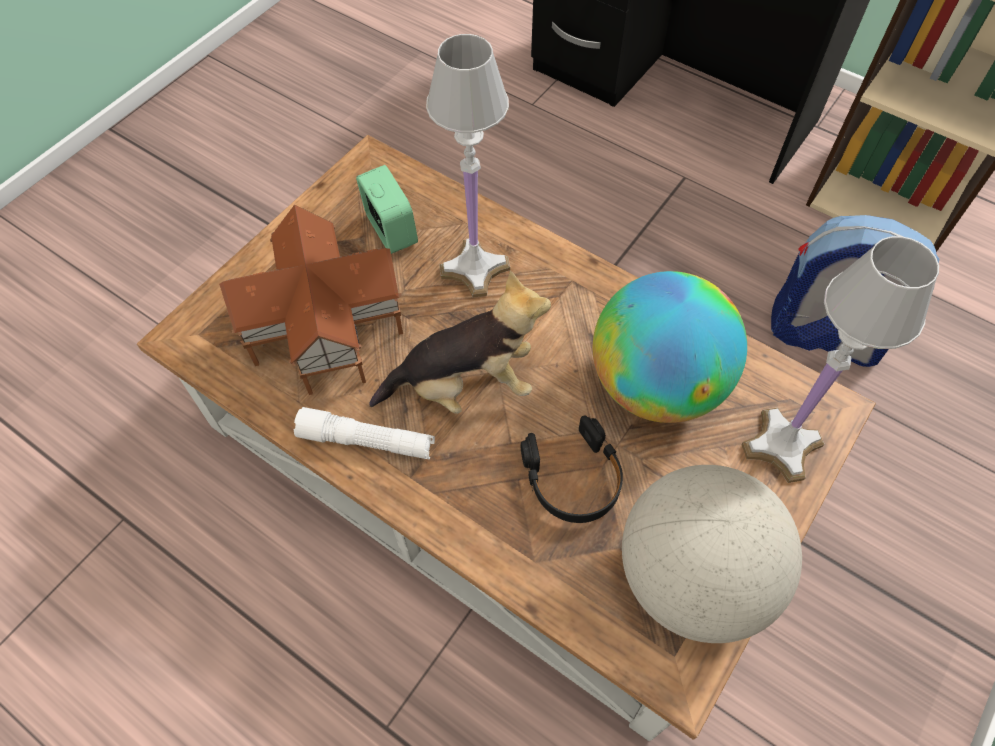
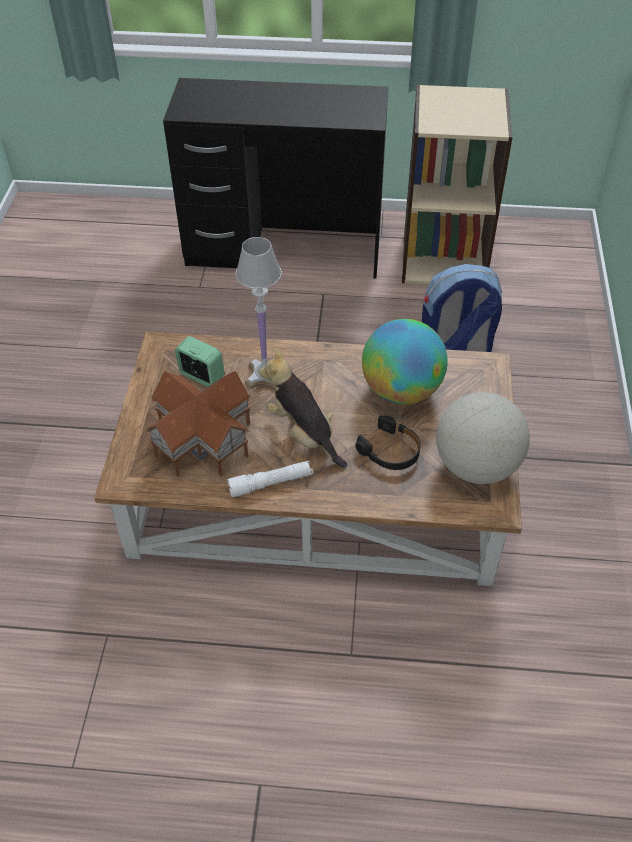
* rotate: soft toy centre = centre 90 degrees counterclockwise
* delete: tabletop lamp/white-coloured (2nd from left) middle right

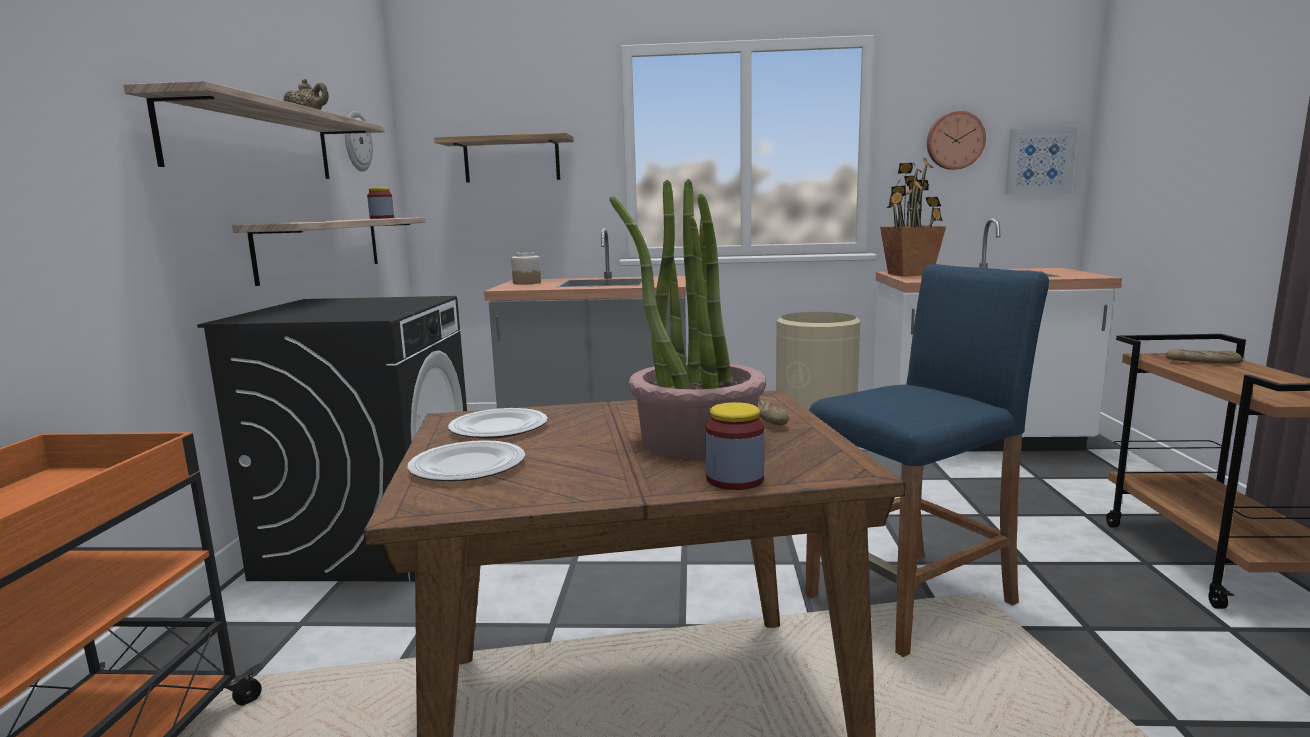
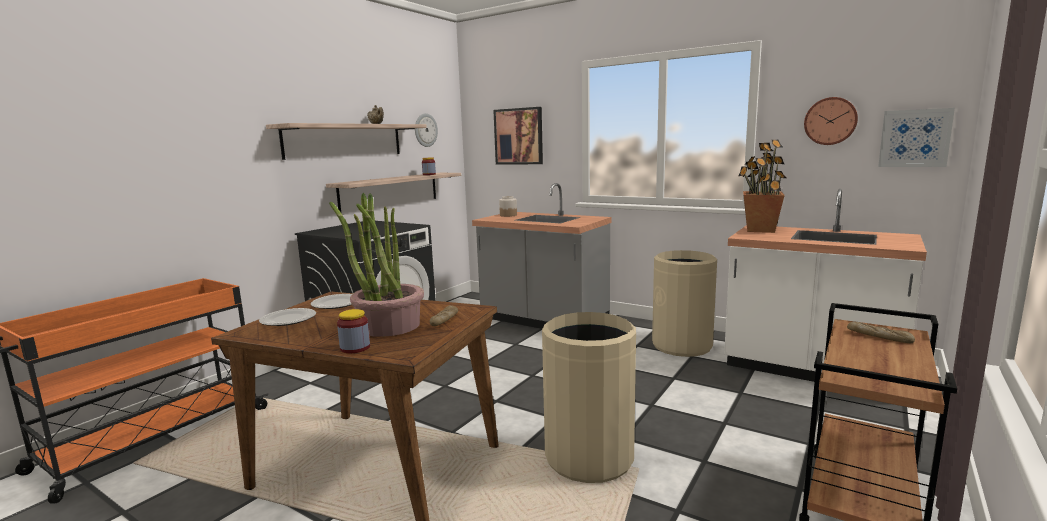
* replace: shelf (3rd from left) top centre to picture (1st from left) top centre
* replace: sitting stool/blue middle right to waste bin/beige-coloured (1st from left) bottom centre

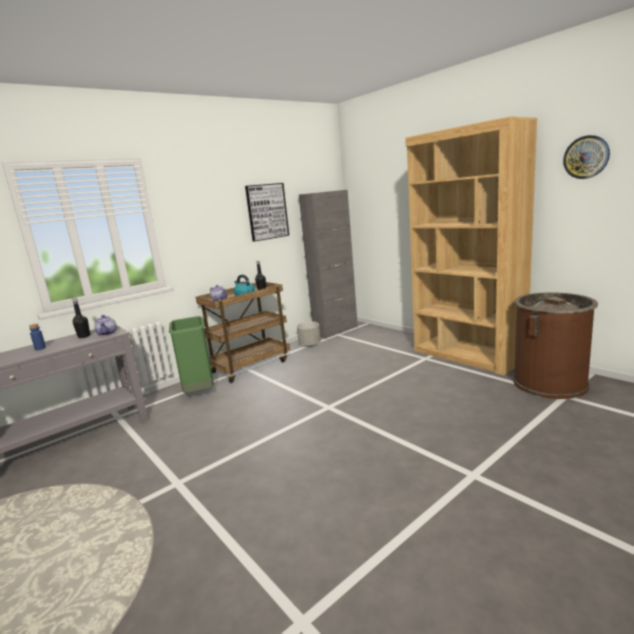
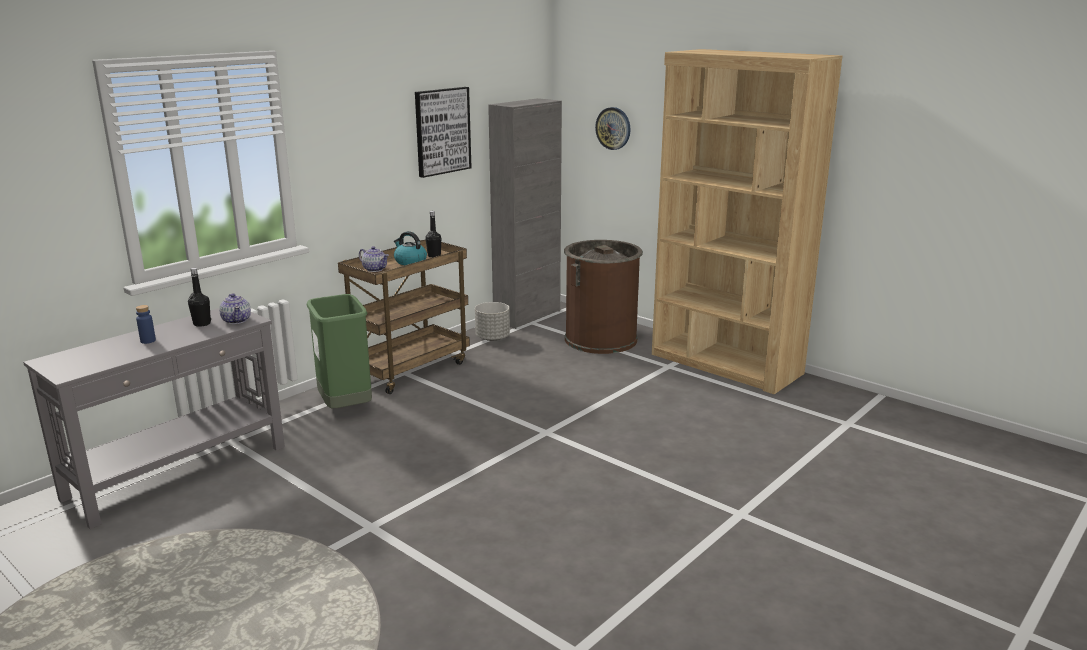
* move: waste bin/brown-coloured middle right to centre
* move: hanging clock top right to top centre

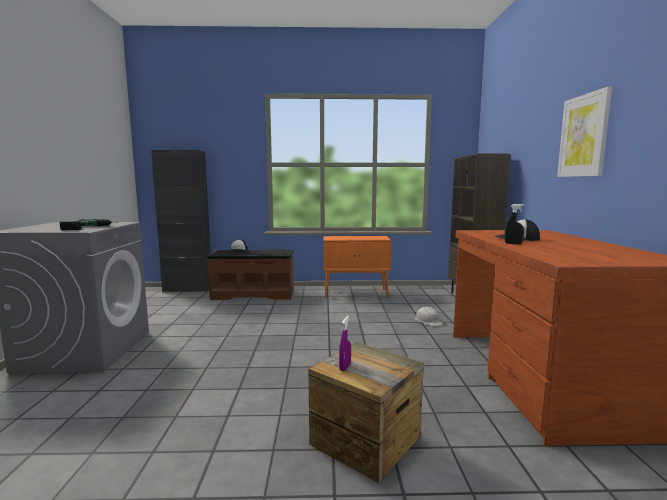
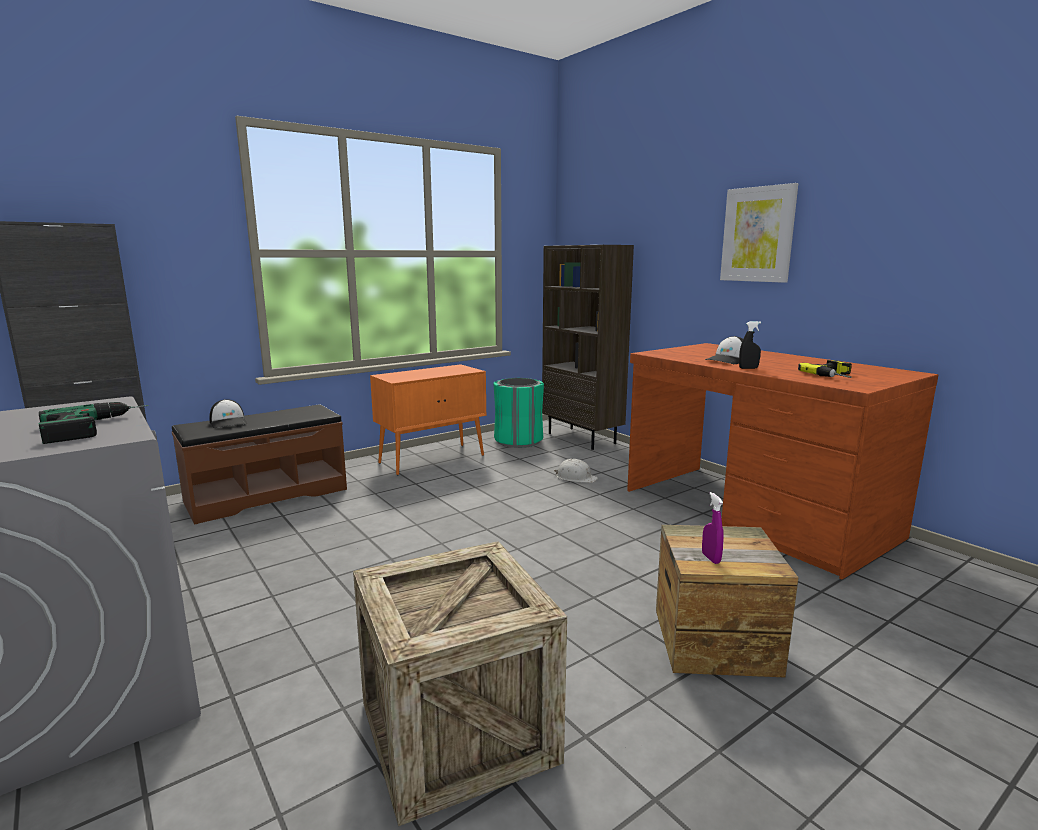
* insert: shipping crate (1st from left) bottom centre
* insert: waste bin/green centre
* insert: power drill (2nd from left) middle right

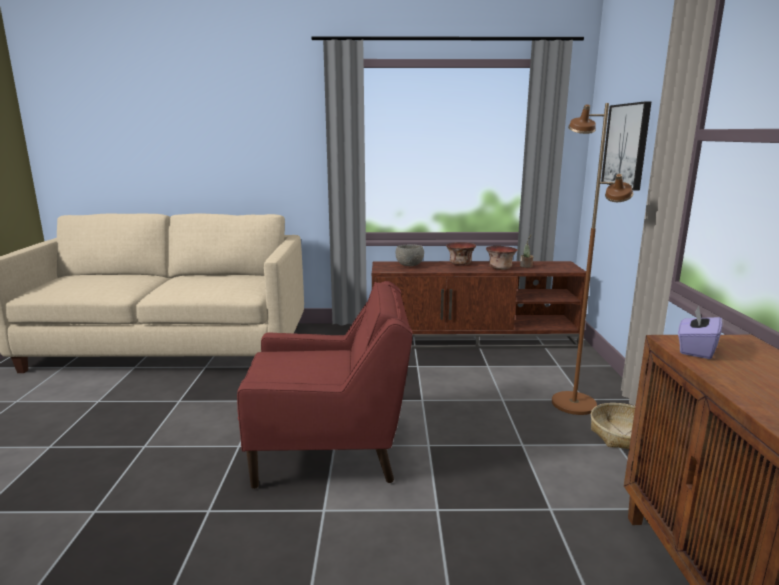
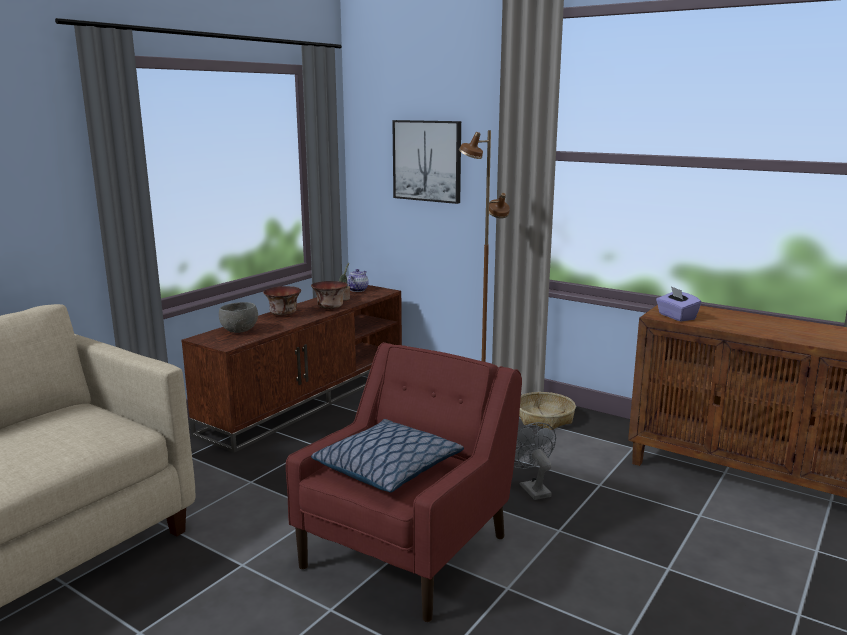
* insert: pillow bottom centre
* insert: pot for tea centre
* insert: fan/gray bottom centre

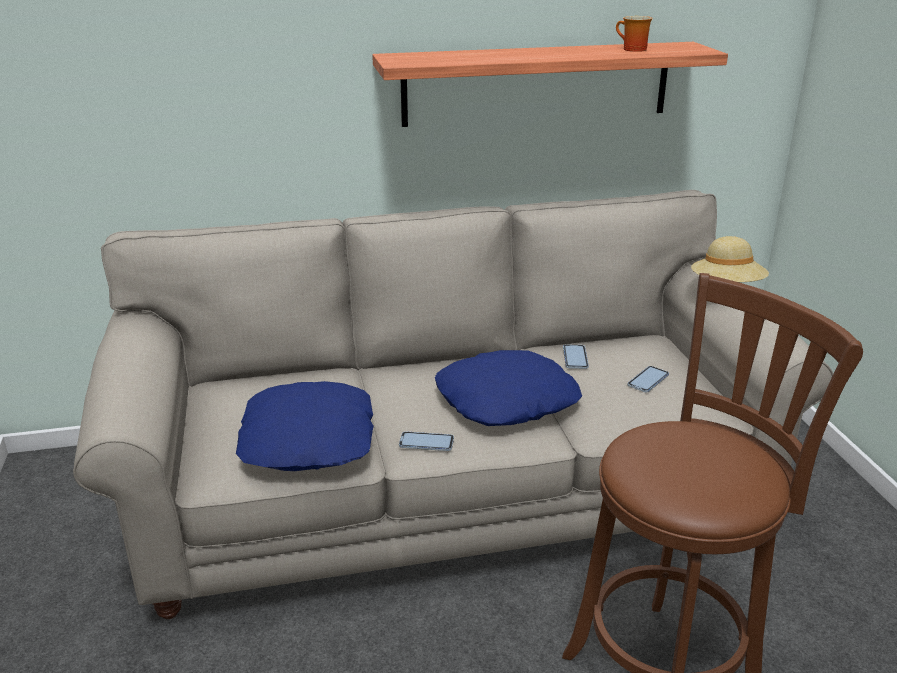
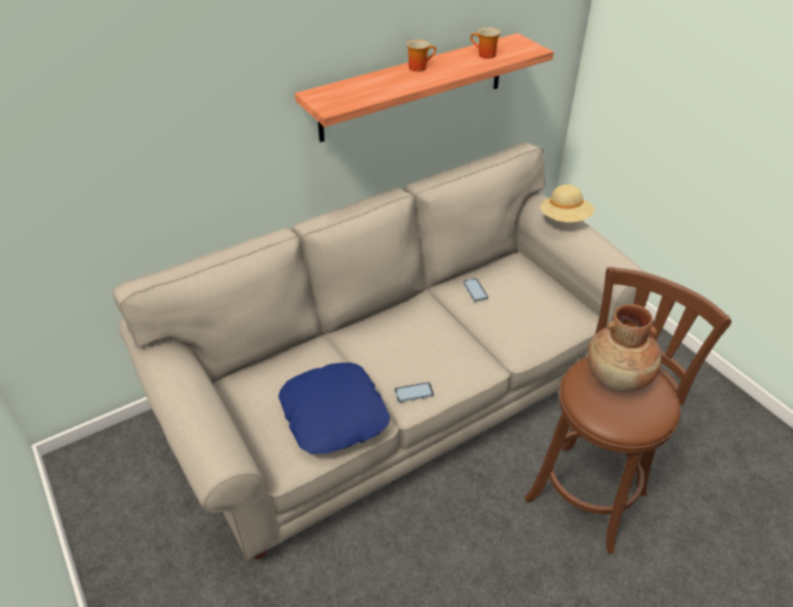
* insert: tea mug (1st from left) top centre
* insert: flower vase/brown-coloured middle right
* delete: pillow/blue (2nd from left) centre
* delete: handset (3rd from left) middle right

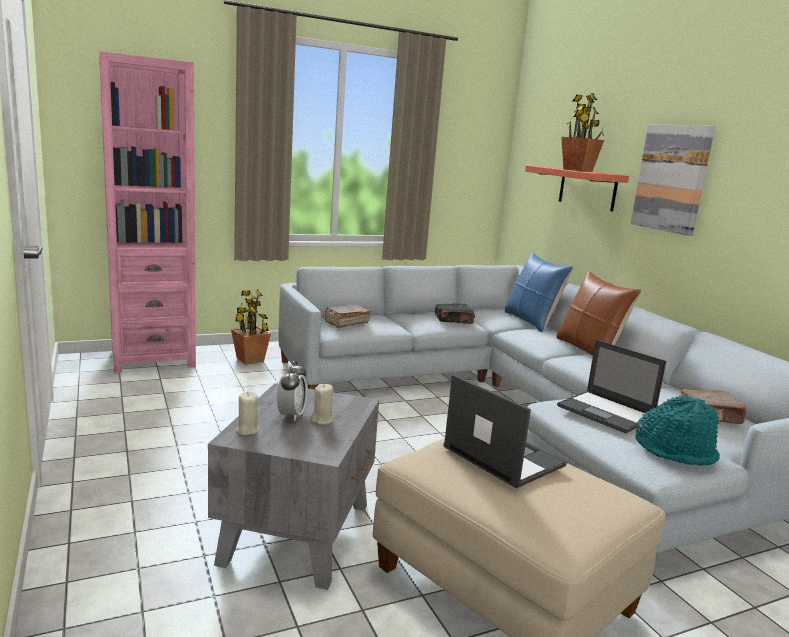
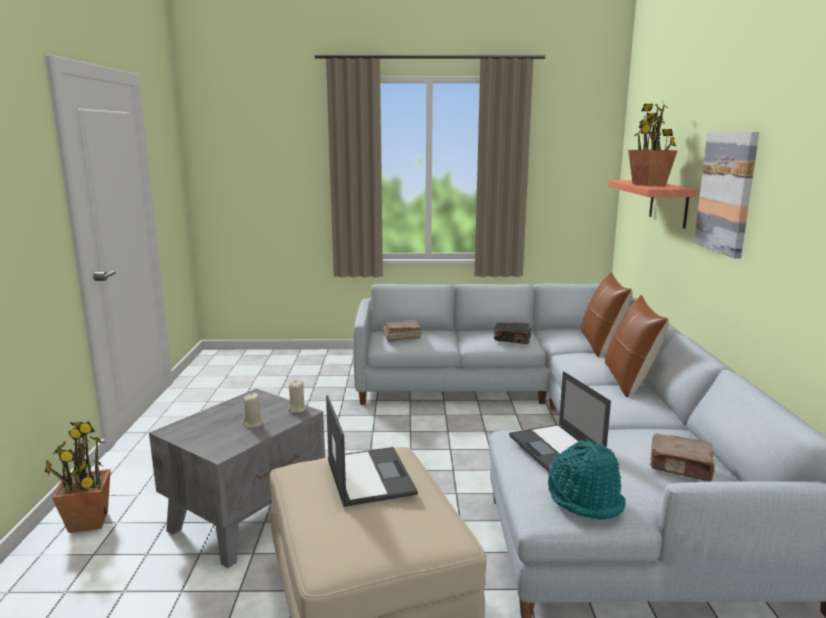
* move: potted plant (1st from left) middle left to bottom left
* move: candle/beige-coloured (1st from left in the first image) middle left to candle/beige-coloured (2nd from left) centre
* recolor: pillow/blue middle right to pillow/brown-coloured (1st from left) middle right
* delete: bookshelf/pink top left
* delete: bedside clock centre

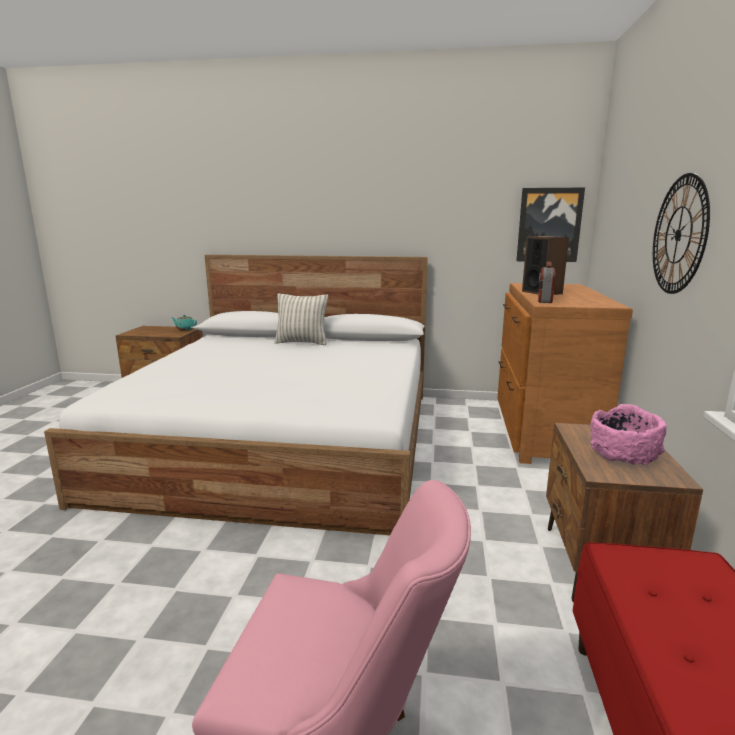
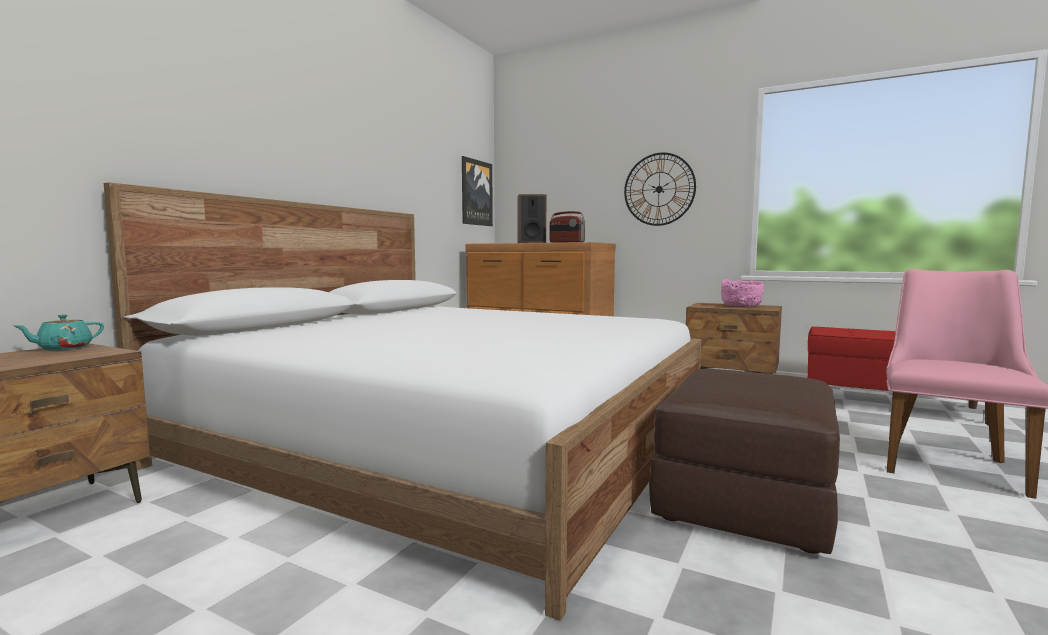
* insert: ottoman/brown-coloured bottom right
* delete: pillow centre

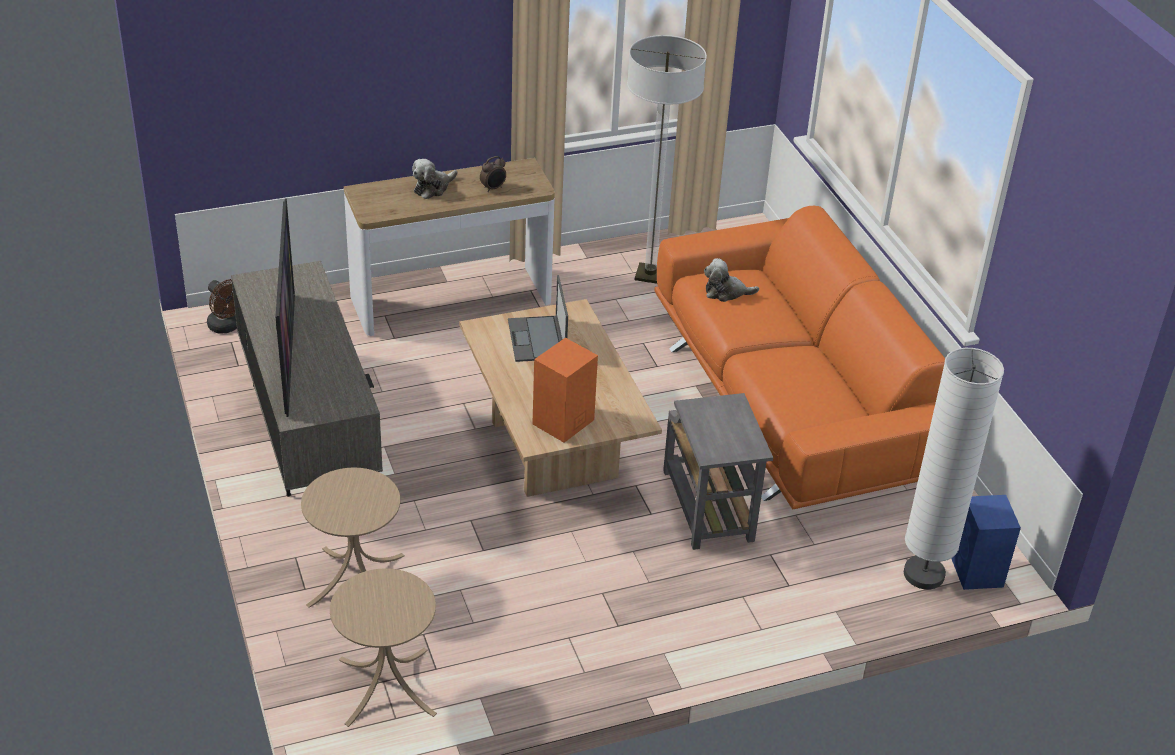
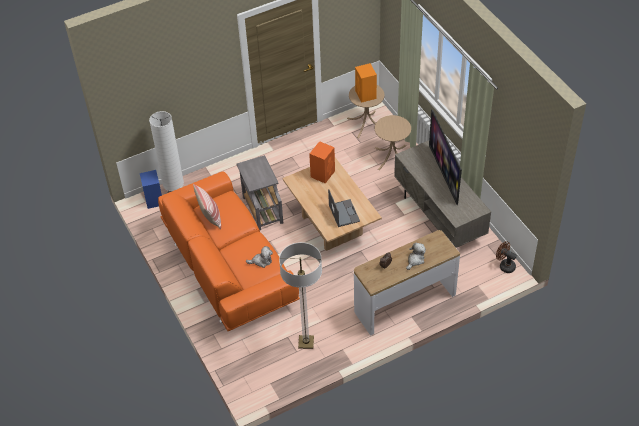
* insert: pillow middle left
* insert: audio speaker/orange (2nd from left) top centre

